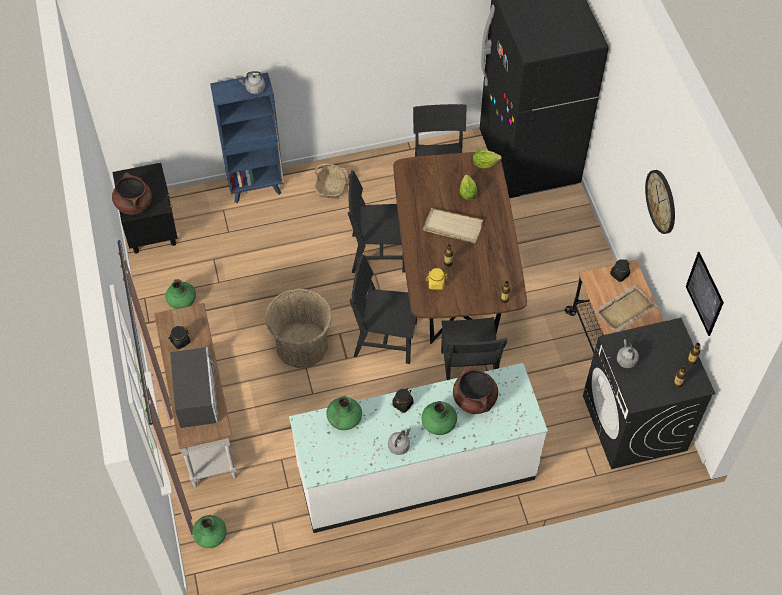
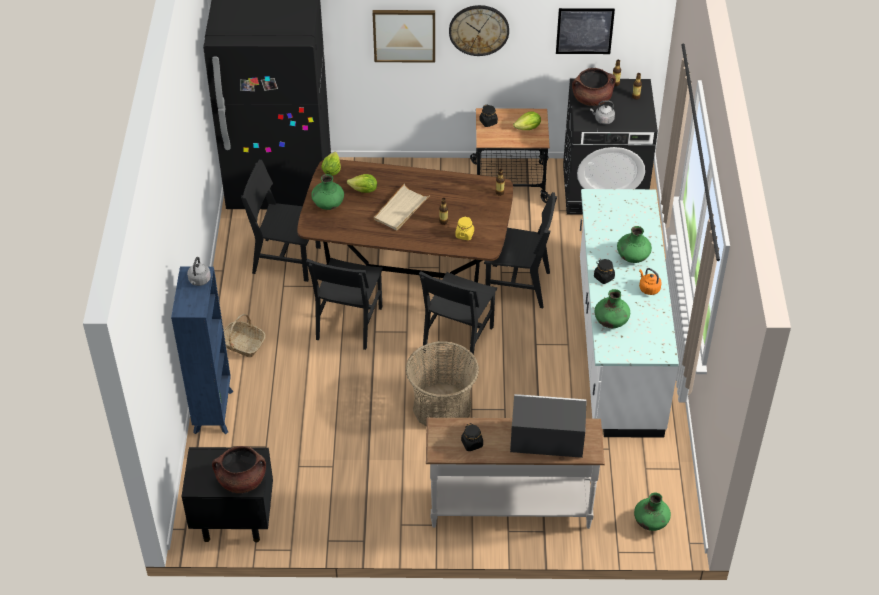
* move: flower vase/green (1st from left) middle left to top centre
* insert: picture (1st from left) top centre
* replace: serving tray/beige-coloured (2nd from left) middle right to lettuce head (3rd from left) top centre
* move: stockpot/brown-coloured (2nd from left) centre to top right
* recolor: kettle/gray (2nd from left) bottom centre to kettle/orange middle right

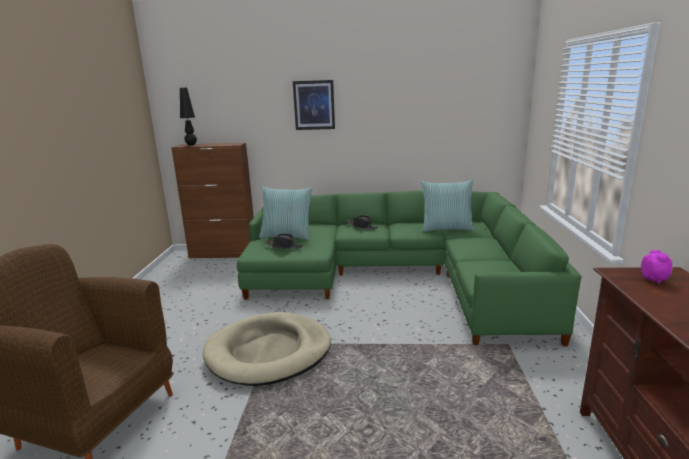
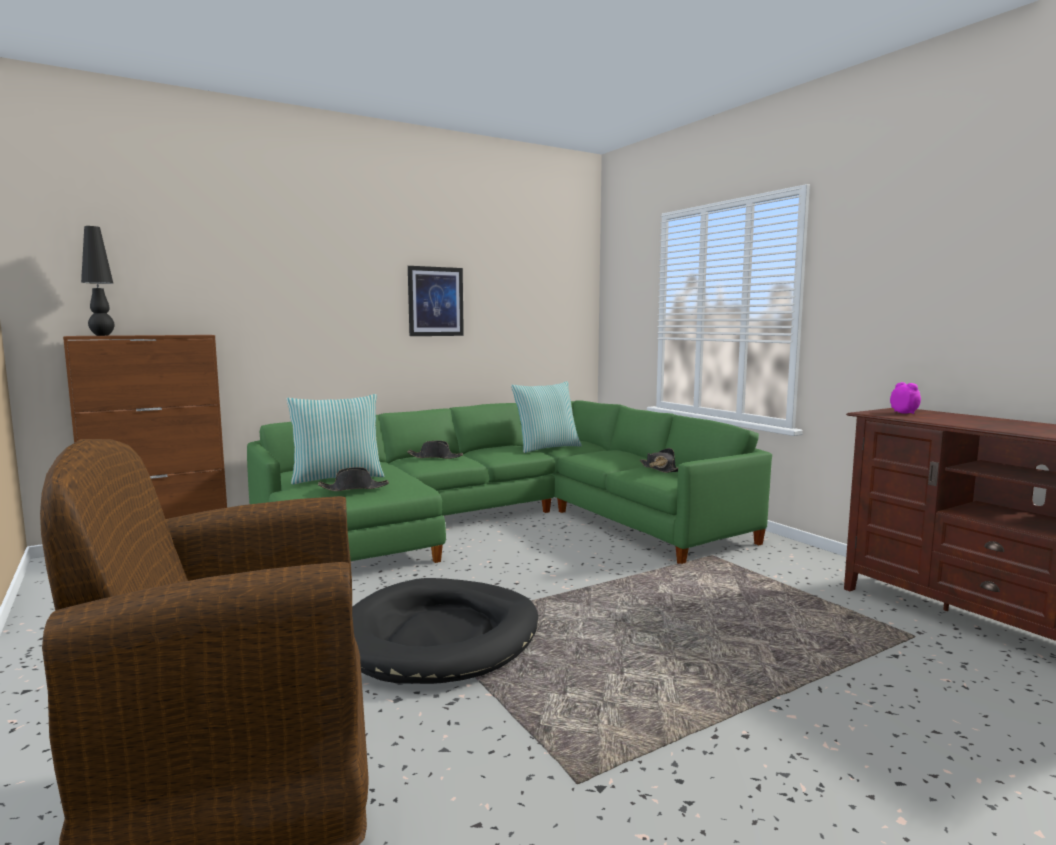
* recolor: pet bed/beige-coloured bottom centre to pet bed/blackish bottom centre
* move: picture top centre to centre
* insert: clothing hat/blackish (3rd from left) centre

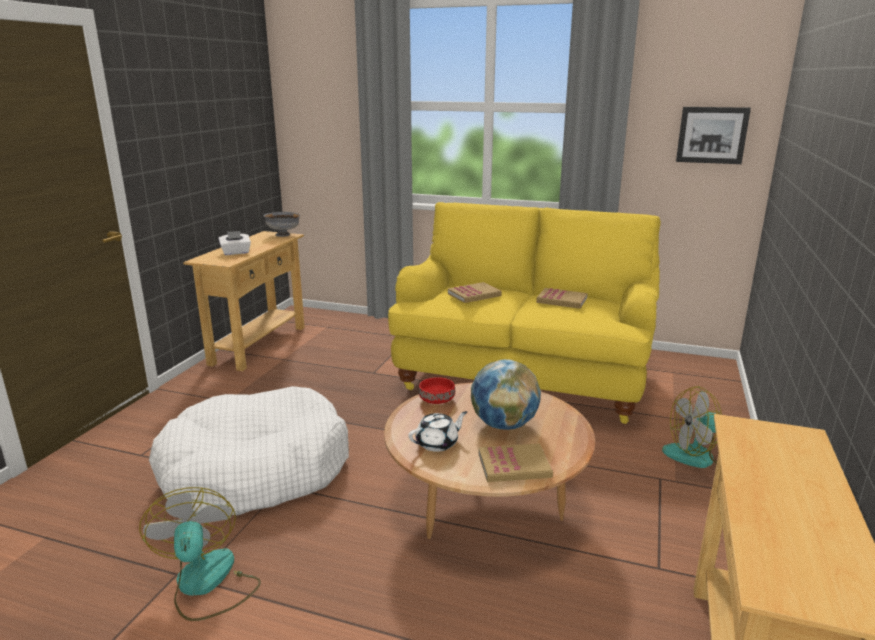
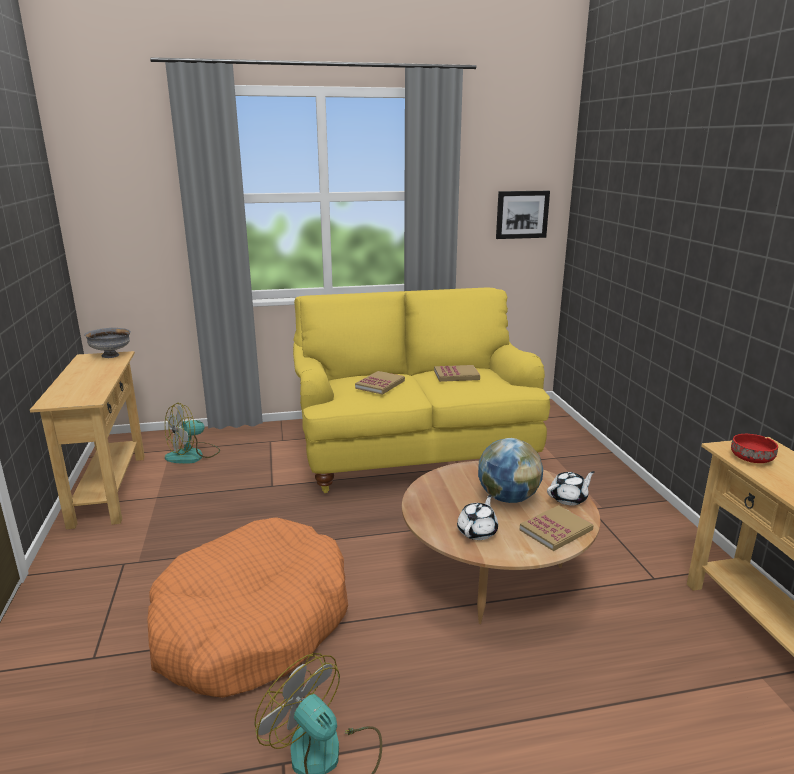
* recolor: pet bed/white-coloured bottom left to pet bed/orange bottom left
* move: fan (2nd from left in the first image) bottom right to fan (1st from left) middle left
* insert: pot for tea/white-coloured (2nd from left) middle right
* move: deep dish/red centre to middle right
* delete: box of tissues/white-coloured middle left

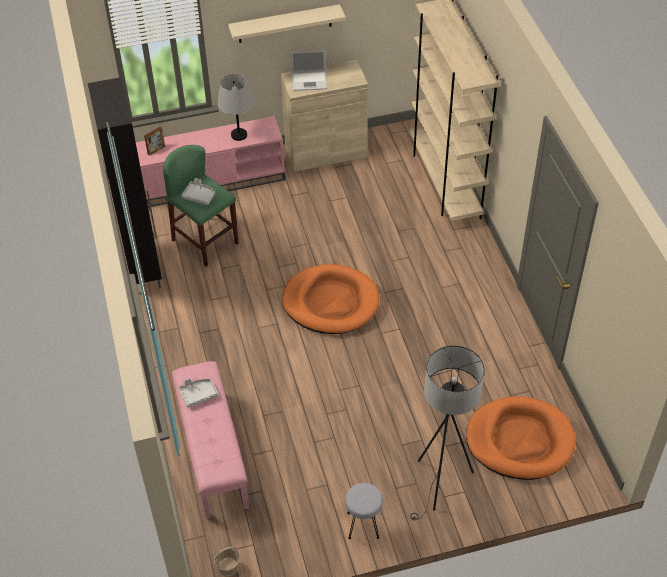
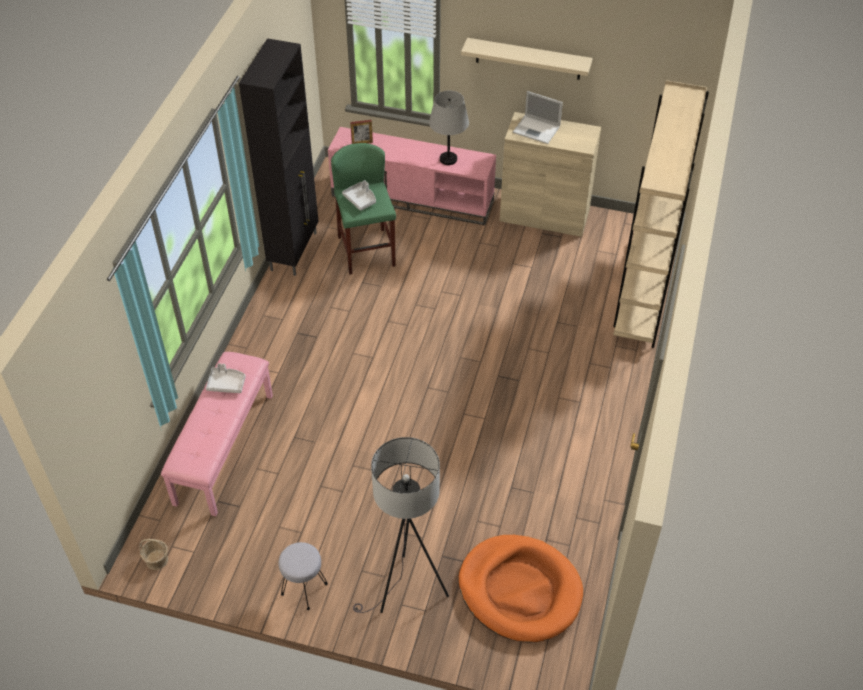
* delete: pet bed/orange (1st from left) centre

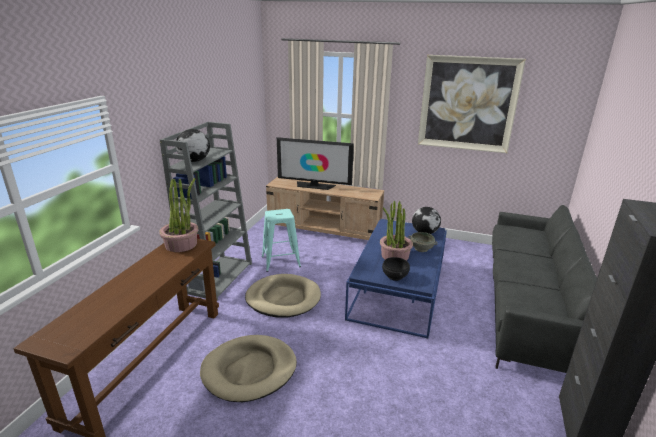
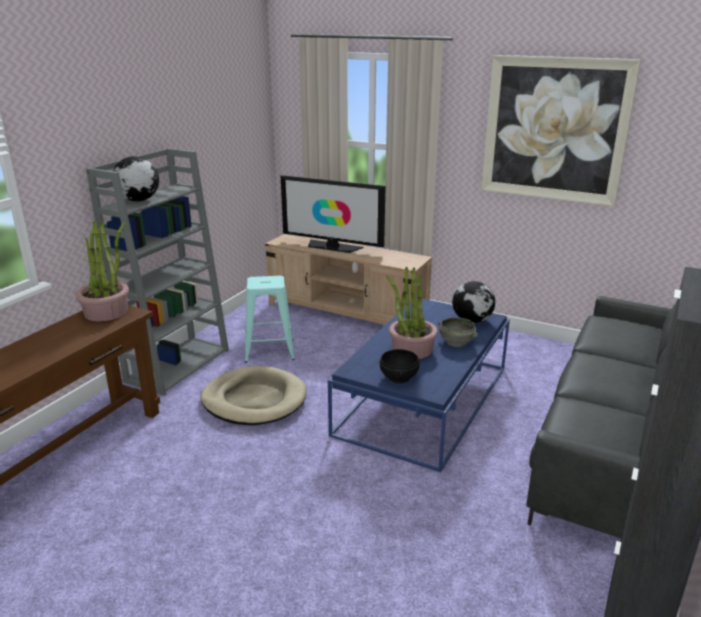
* delete: pet bed/beige-coloured (1st from left) bottom centre

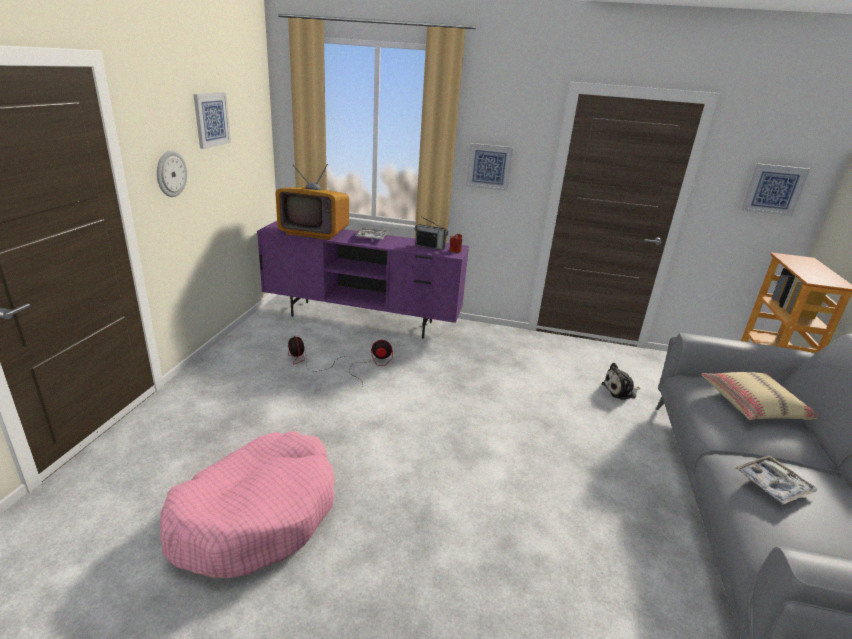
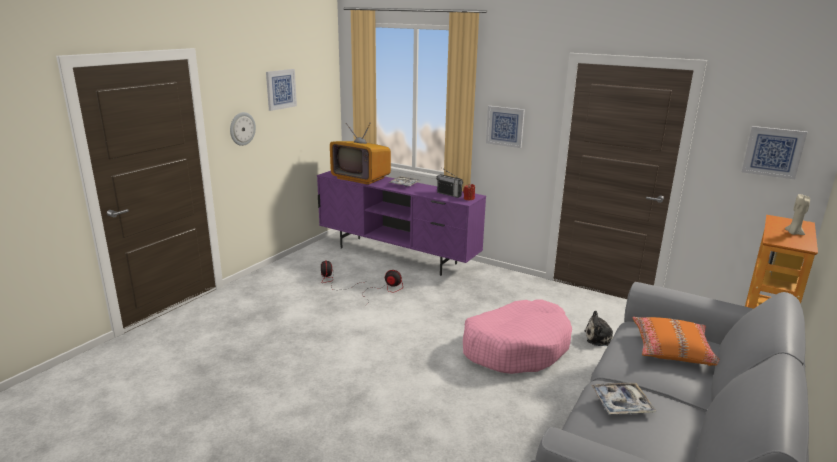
* move: pet bed/pink bottom left to bottom centre
* recolor: pillow/beige-coloured middle right to pillow/orange bottom right
* insert: candle/beige-coloured middle right

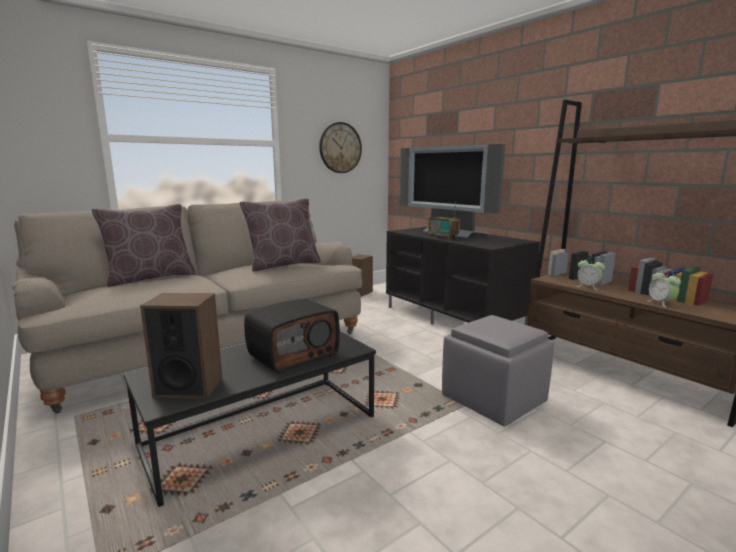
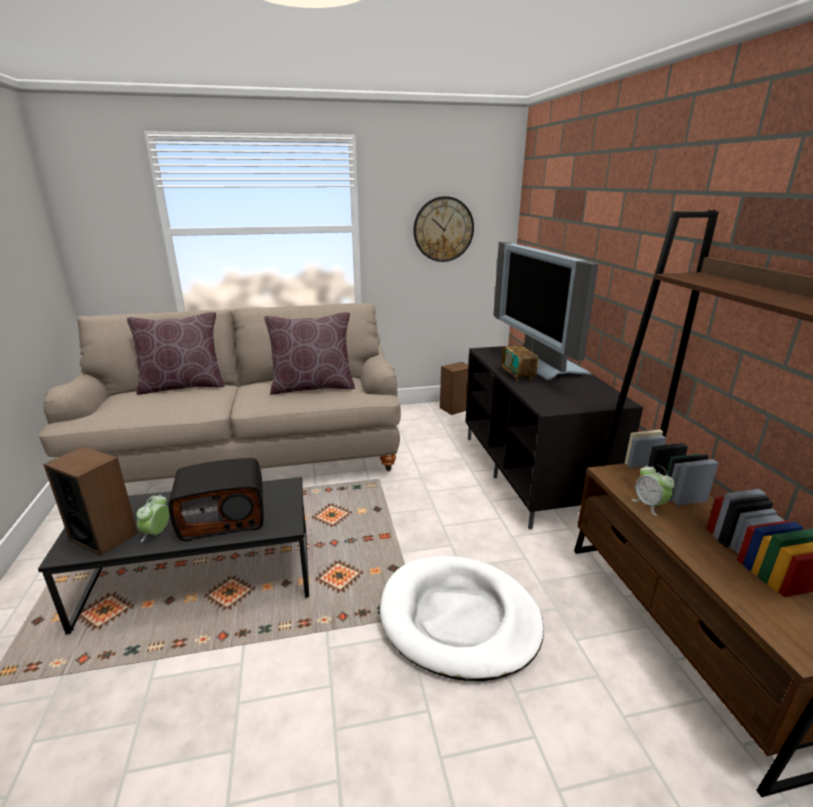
* move: bedside clock (2nd from left in the first image) middle right to bedside clock (1st from left) middle left
* replace: ottoman/gray bottom right to pet bed/white-coloured bottom centre

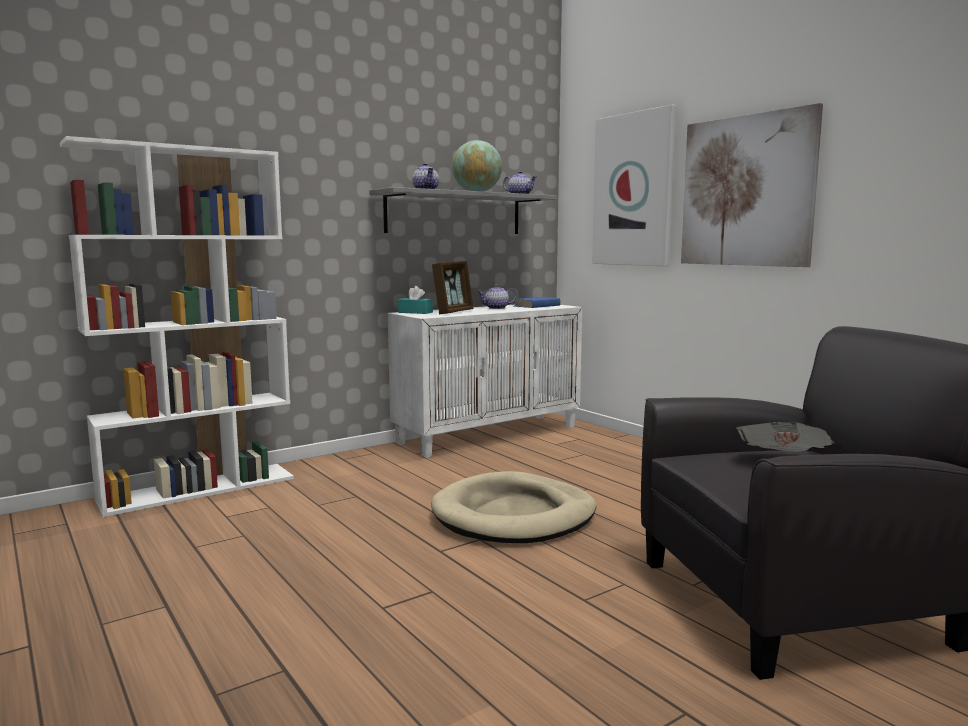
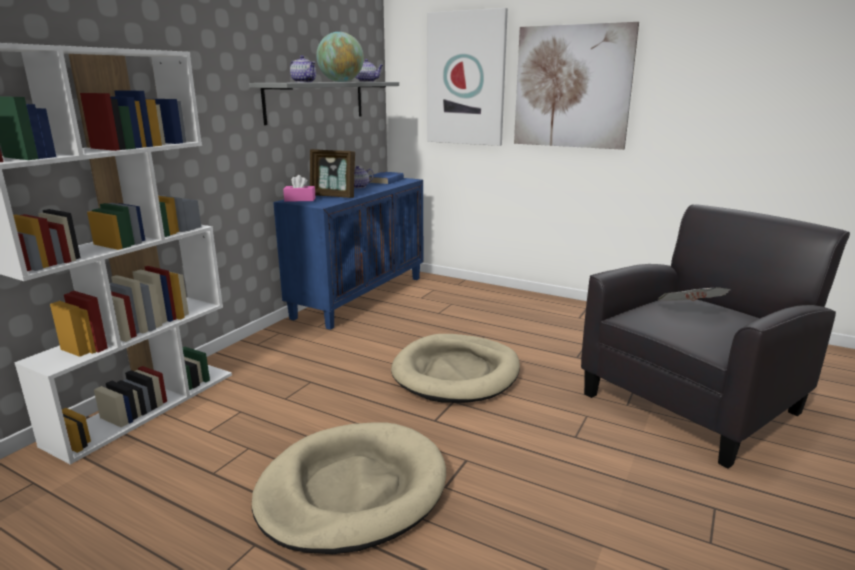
* insert: pet bed/beige-coloured (1st from left) bottom centre
* recolor: cupboard/white-coloured centre to cupboard/blue centre
* recolor: box of tissues/blue-green centre to box of tissues/pink top centre
* rotate: photo frame centre = top centre 105 degrees clockwise

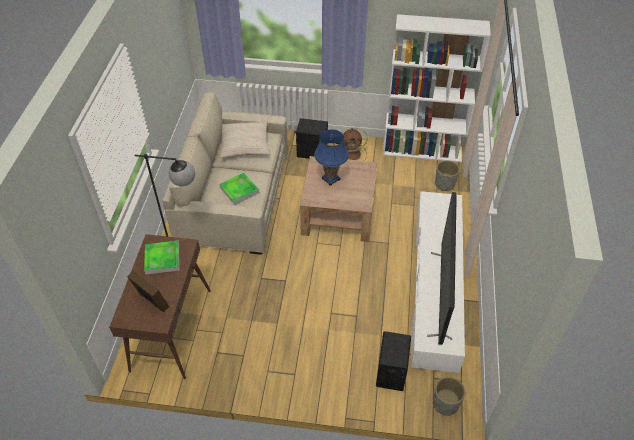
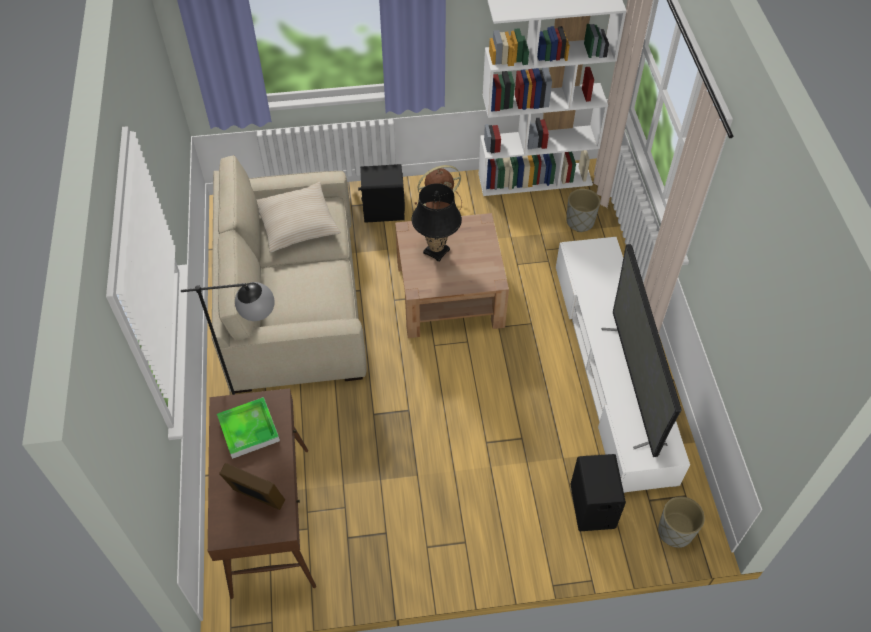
* recolor: tabletop lamp/blue centre to tabletop lamp/blackish centre
* delete: serving tray (2nd from left) centre

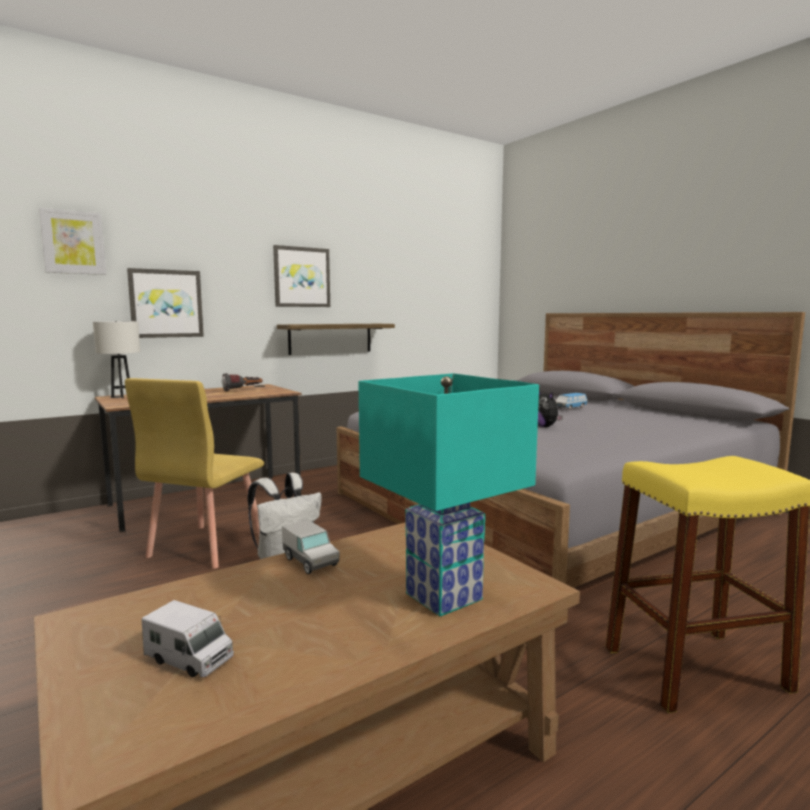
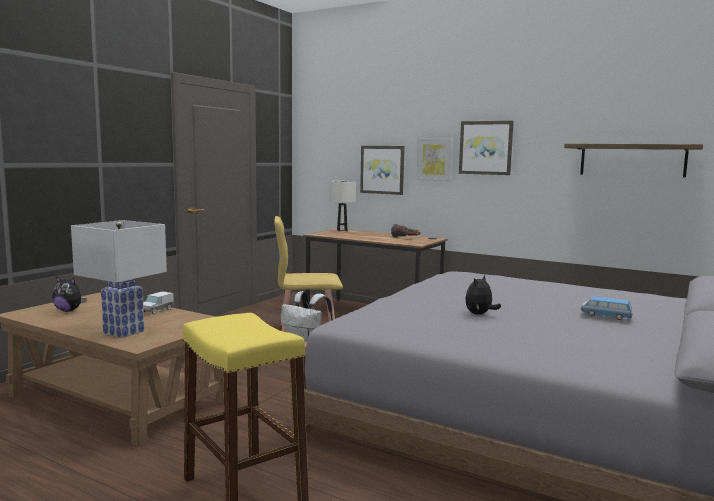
* replace: model truck (1st from left) bottom left to soft toy (1st from left) middle left
* recolor: tabletop lamp/blue-green centre to tabletop lamp/white-coloured (1st from left) middle left
* move: picture (1st from left in the first image) top left to picture (2nd from left) top centre
* move: shelf centre to top right

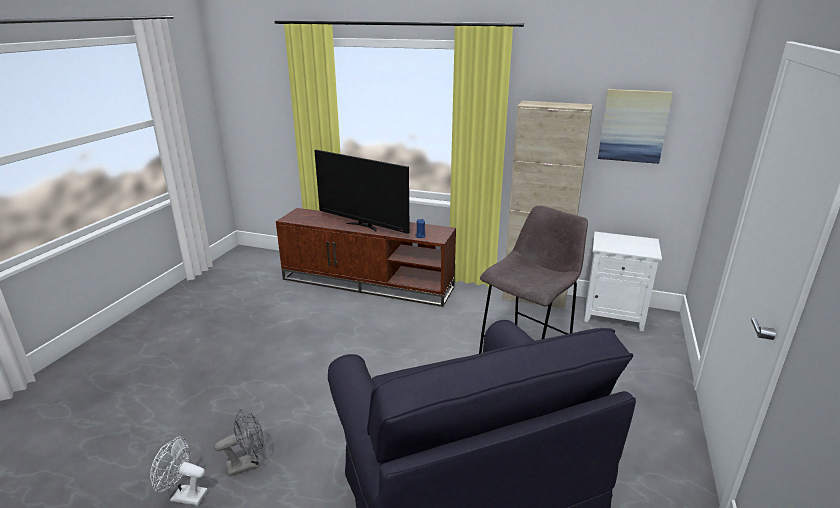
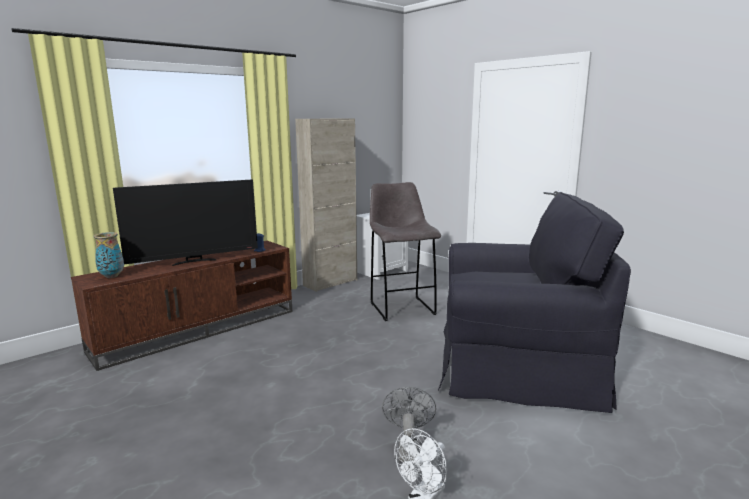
* insert: flower vase middle left
* delete: picture top right

